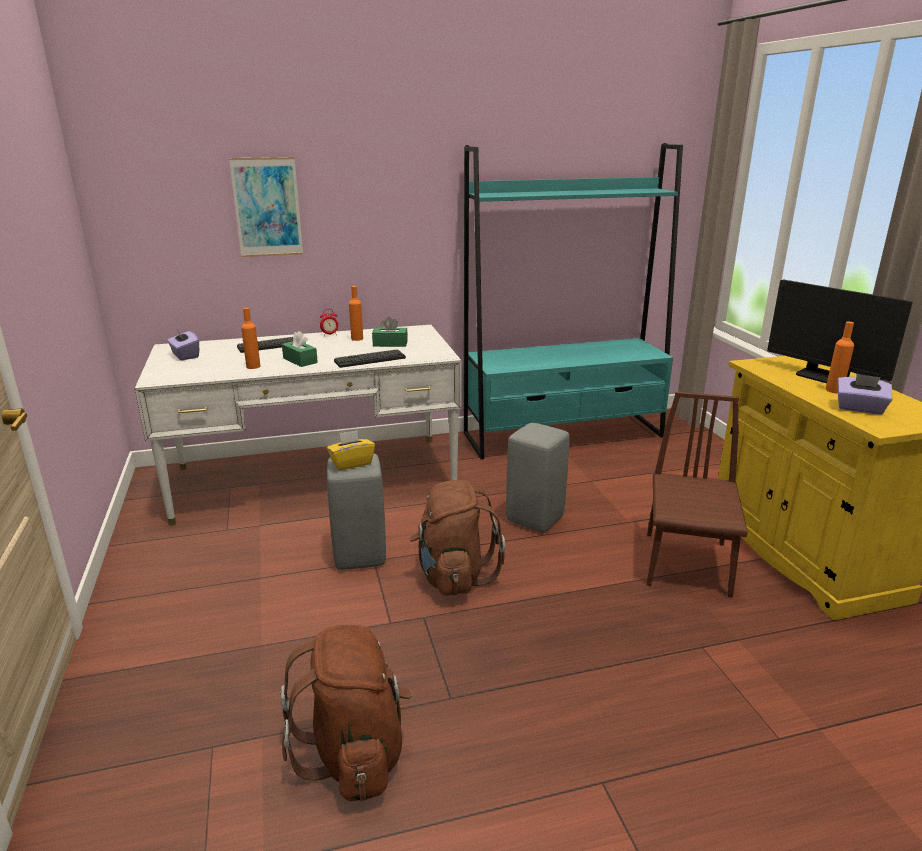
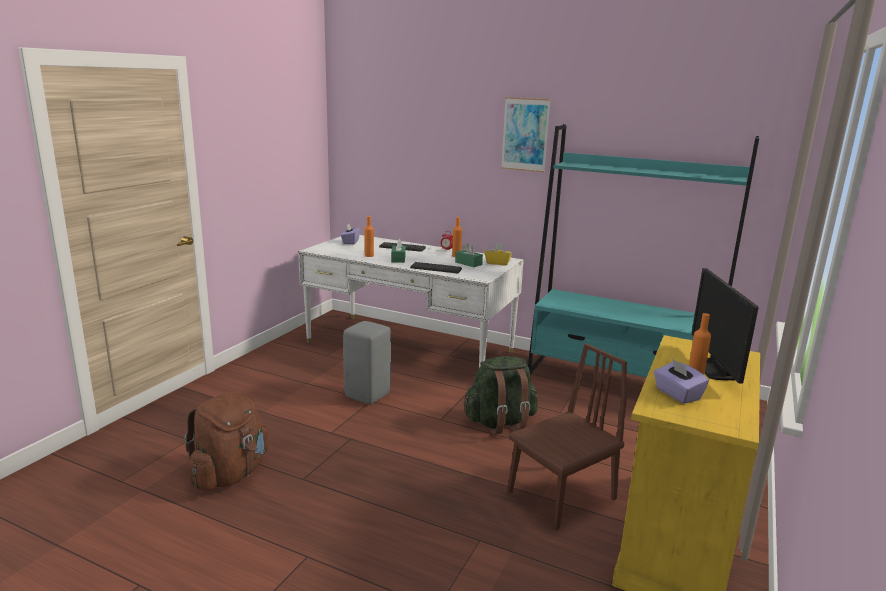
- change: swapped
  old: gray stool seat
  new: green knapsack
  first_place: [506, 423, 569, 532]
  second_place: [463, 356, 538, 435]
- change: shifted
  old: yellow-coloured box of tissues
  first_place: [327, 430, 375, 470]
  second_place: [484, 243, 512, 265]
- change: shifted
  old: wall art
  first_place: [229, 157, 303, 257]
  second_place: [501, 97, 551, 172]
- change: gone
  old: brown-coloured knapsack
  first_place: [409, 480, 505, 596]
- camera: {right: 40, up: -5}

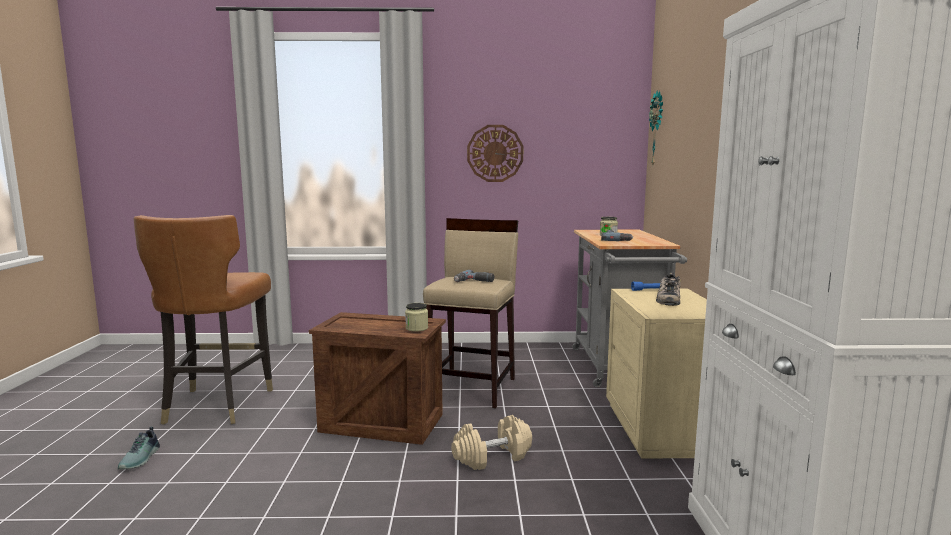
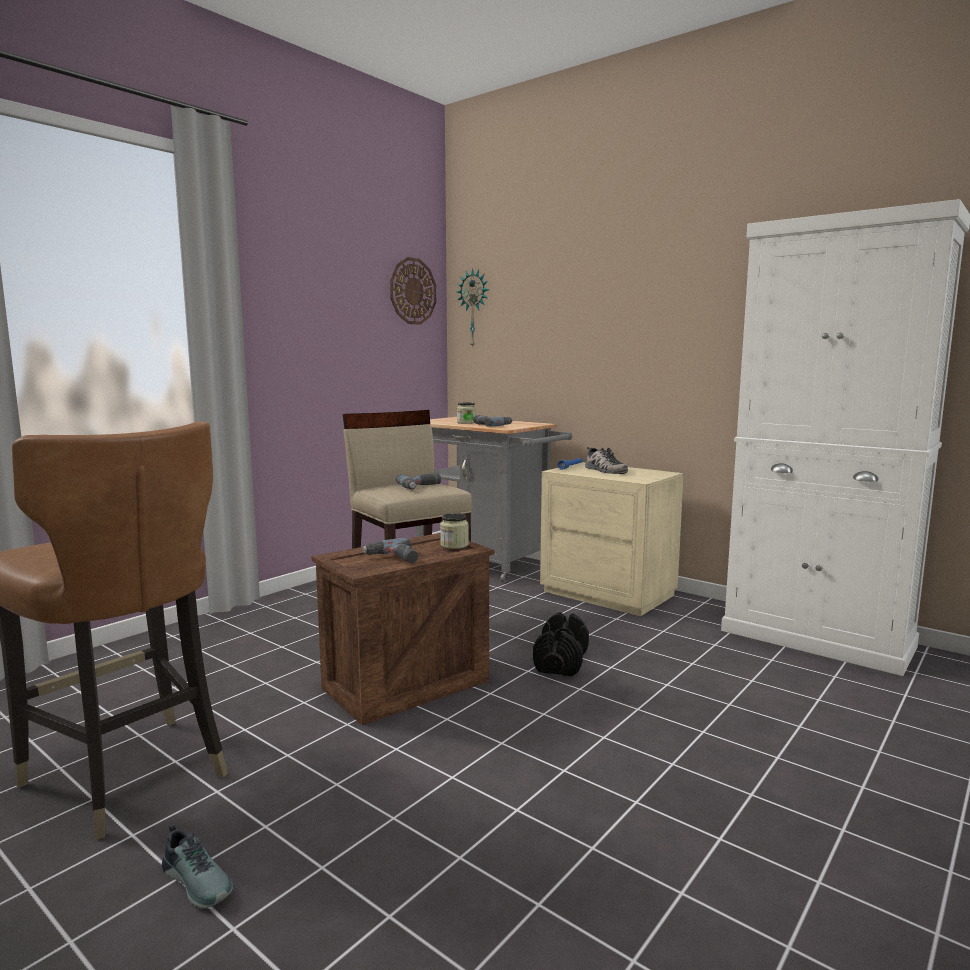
- change: new
  new: power drill
  second_place: [362, 537, 418, 563]
- change: shifted
  old: clock on the wall
  first_place: [467, 125, 523, 182]
  second_place: [390, 257, 436, 325]
- change: repainted
  old: sand-coloured free weight
  new: black-coloured free weight
  first_place: [451, 415, 532, 470]
  second_place: [533, 612, 589, 676]
- camera: {right: -50, up: 0}

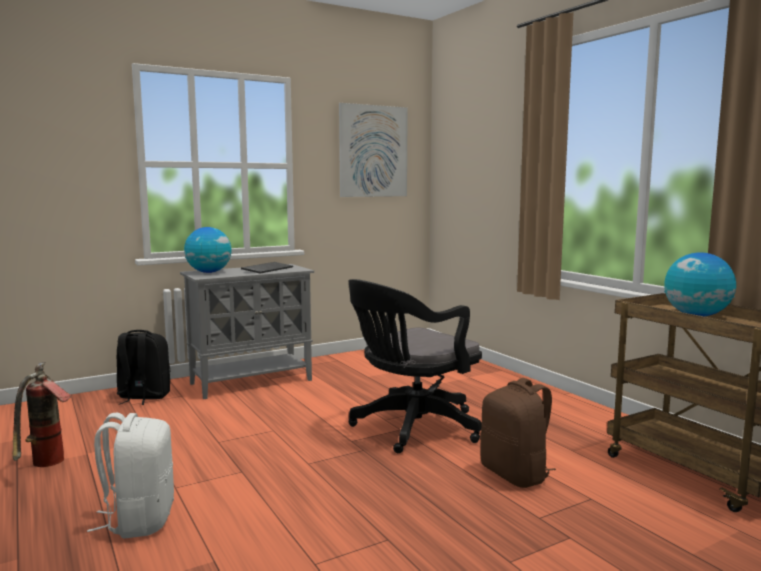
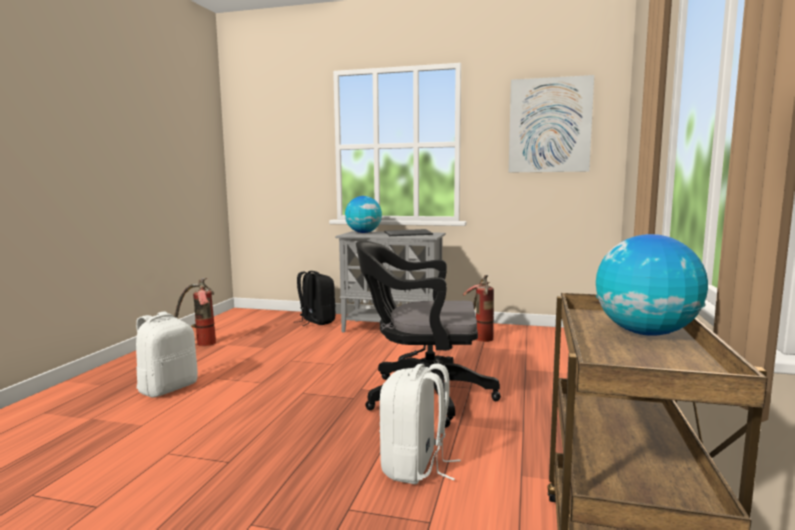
- change: repainted
  old: brown-coloured knapsack
  new: whitish knapsack
  first_place: [480, 378, 556, 488]
  second_place: [379, 363, 461, 484]
- change: new
  new: fire-fighting cylinder
  second_place: [463, 275, 494, 342]
- camera: {right: 45, up: 0}

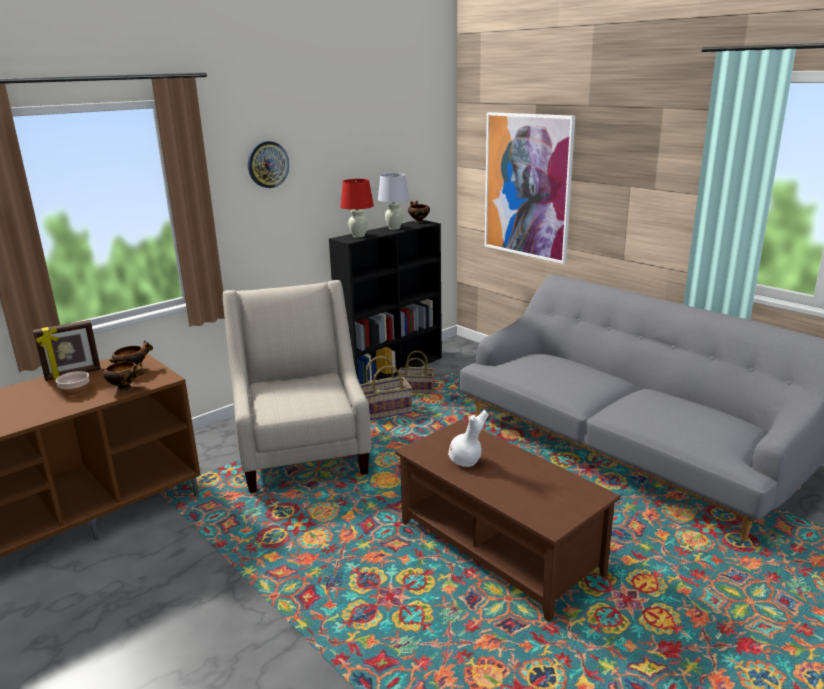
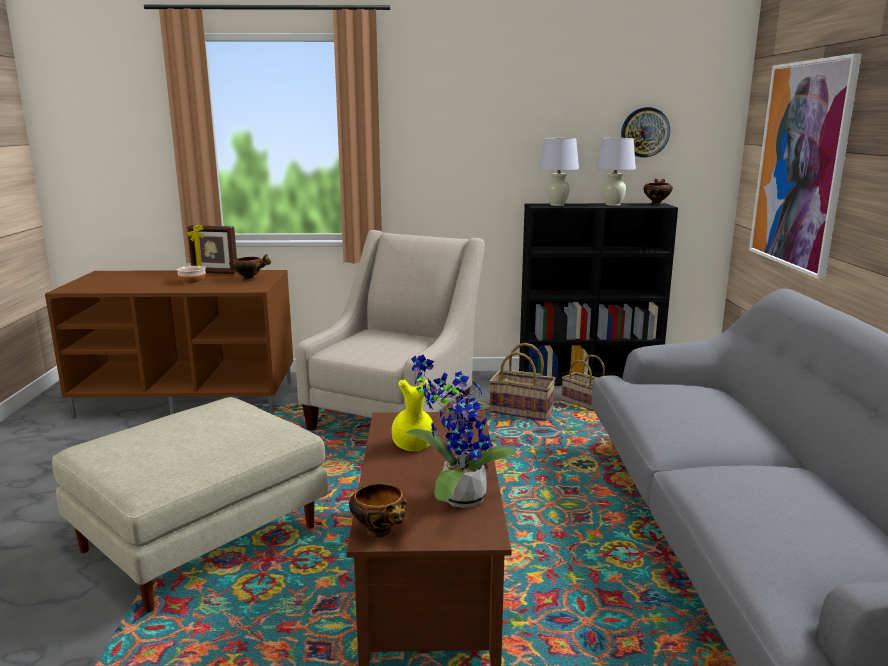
- change: new
  new: sand-coloured pouffe
  second_place: [52, 397, 328, 613]
- change: shifted
  old: serving bowl
  first_place: [103, 362, 144, 391]
  second_place: [349, 484, 407, 537]
- change: repainted
  old: whitish decorative vase
  new: yellow-coloured decorative vase
  first_place: [448, 410, 489, 467]
  second_place: [392, 379, 434, 451]
- change: new
  new: potted plant
  second_place: [406, 355, 514, 508]
- change: repainted
  old: red-coloured table lamp
  new: whitish table lamp
  first_place: [341, 179, 374, 238]
  second_place: [539, 138, 579, 206]
- change: shifted
  old: clock on the wall
  first_place: [248, 141, 289, 188]
  second_place: [621, 107, 670, 157]
- camera: {right: 40, up: -5}

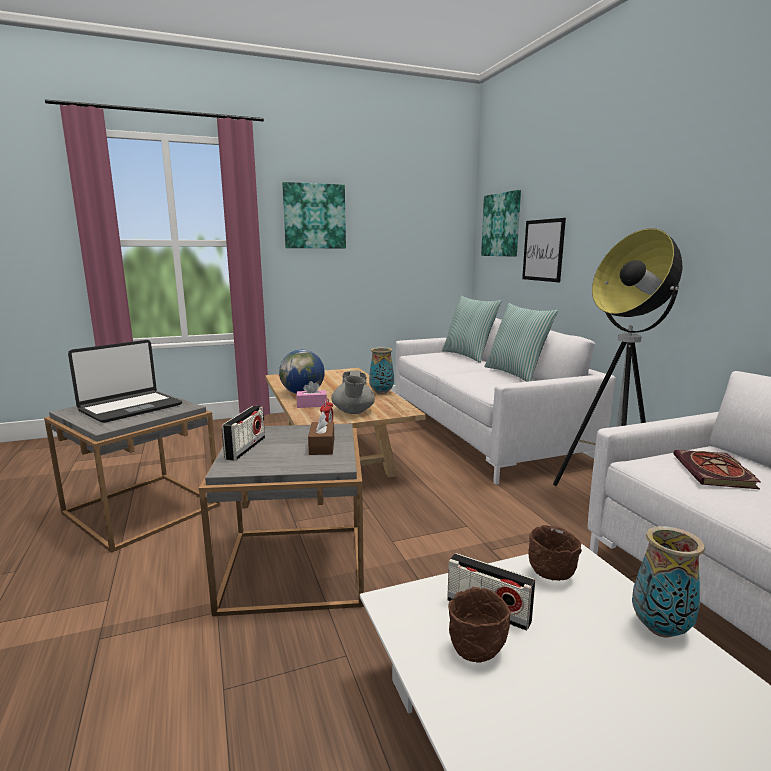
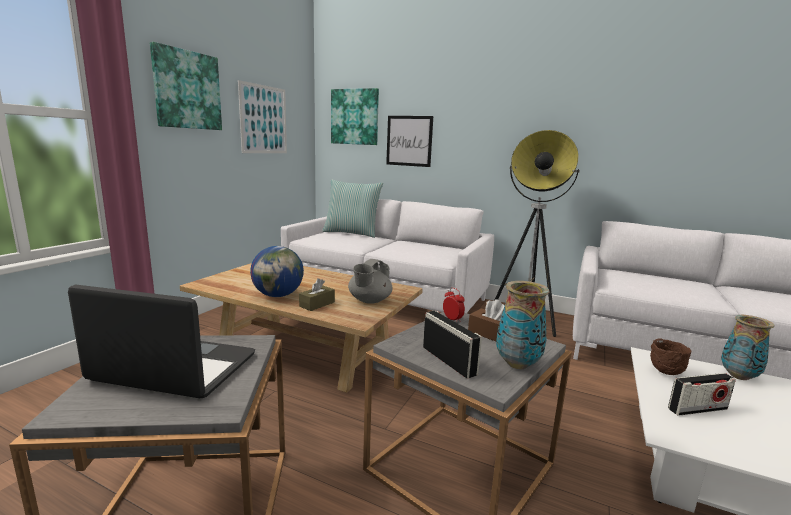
- change: rotated
  old: notebook computer
  first_place: [68, 340, 182, 423]
  second_place: [68, 285, 255, 398]
  degrees: -75
- change: new
  new: wall art
  second_place: [238, 80, 287, 153]
- change: repainted
  old: pink box of tissues
  new: brown-coloured box of tissues
  first_place: [296, 381, 327, 408]
  second_place: [299, 278, 335, 311]
- change: rotated
  old: gray pot for tea
  first_place: [331, 370, 375, 414]
  second_place: [348, 259, 393, 304]
  degrees: 75
- change: shifted
  old: decorative vase
  first_place: [369, 347, 394, 394]
  second_place: [496, 281, 549, 369]
- change: gone
  old: brown-coloured serving bowl
  first_place: [448, 587, 511, 663]
- change: gone
  old: throw pillow
  first_place: [484, 303, 558, 382]
- change: gone
  old: bound book
  first_place: [673, 450, 761, 489]
- camera: {right: -45, up: 0}

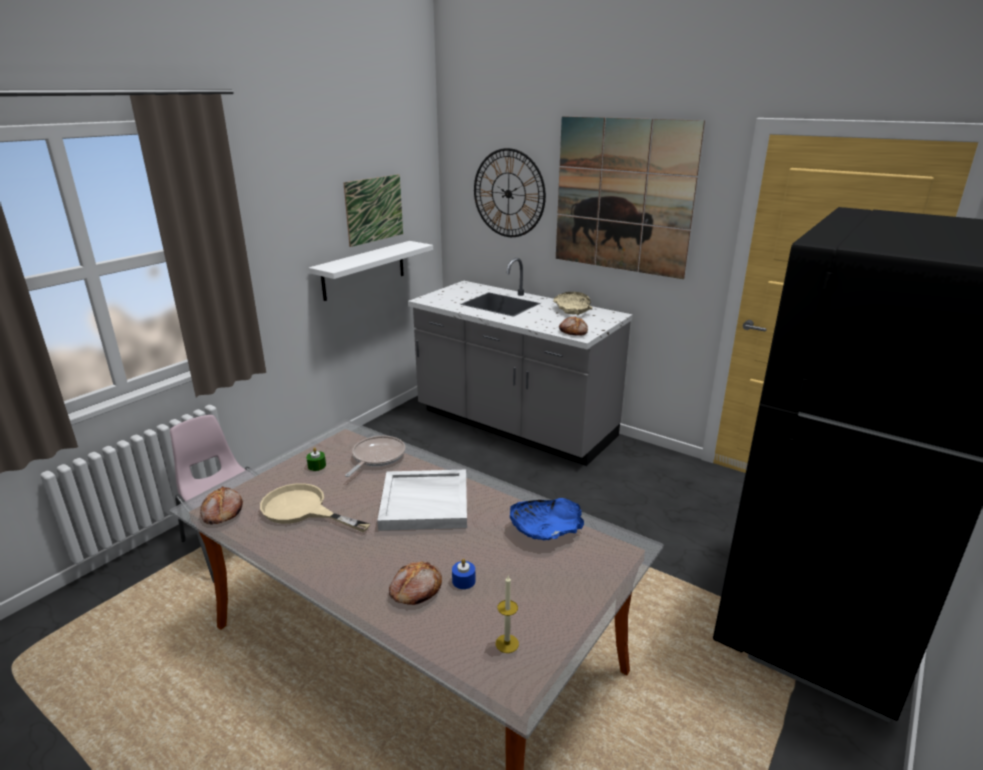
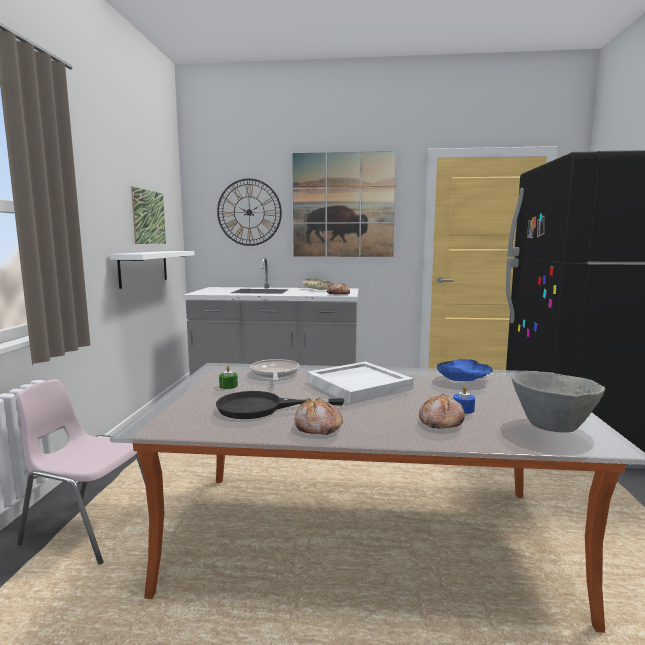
- change: repainted
  old: sand-coloured frying pan
  new: black-coloured frying pan
  first_place: [260, 483, 370, 532]
  second_place: [216, 391, 344, 419]
- change: shifted
  old: baked bread
  first_place: [200, 486, 243, 525]
  second_place: [294, 398, 343, 435]
- change: swapped
  old: wax light
  new: gray serving bowl
  first_place: [496, 576, 519, 653]
  second_place: [511, 371, 605, 433]
- camera: {right: -30, up: -15}

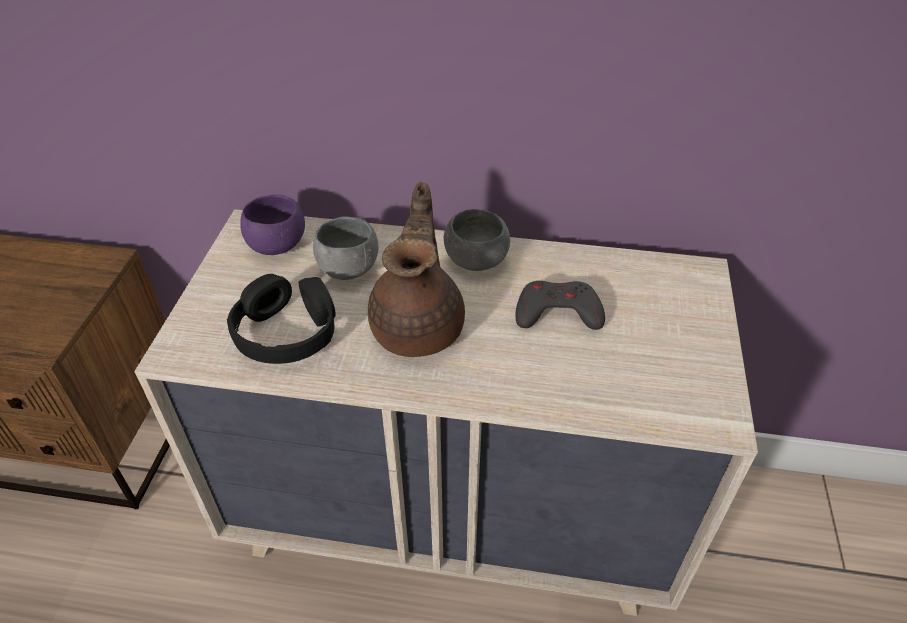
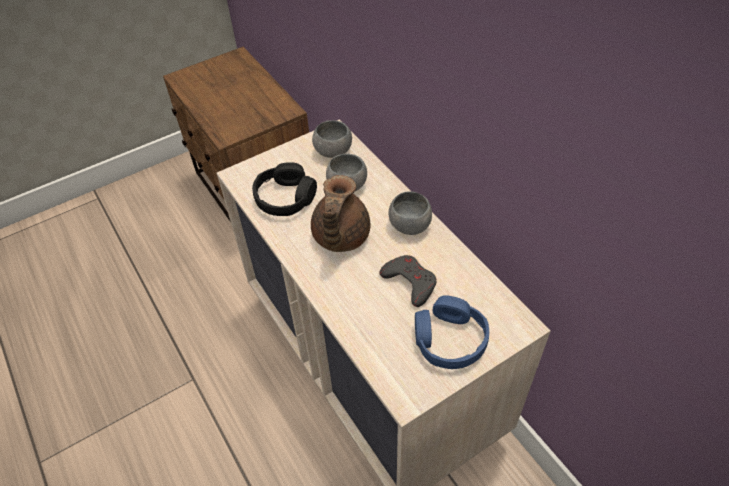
- change: rotated
  old: brown-coloured pot for tea
  first_place: [368, 182, 465, 357]
  second_place: [311, 175, 371, 252]
  degrees: 135
- change: repainted
  old: purple-coloured serving bowl
  new: gray serving bowl
  first_place: [240, 194, 305, 255]
  second_place: [312, 120, 352, 158]
- change: new
  new: bluish pair of headphones
  second_place: [415, 295, 489, 369]
- camera: {right: 50, up: 5}

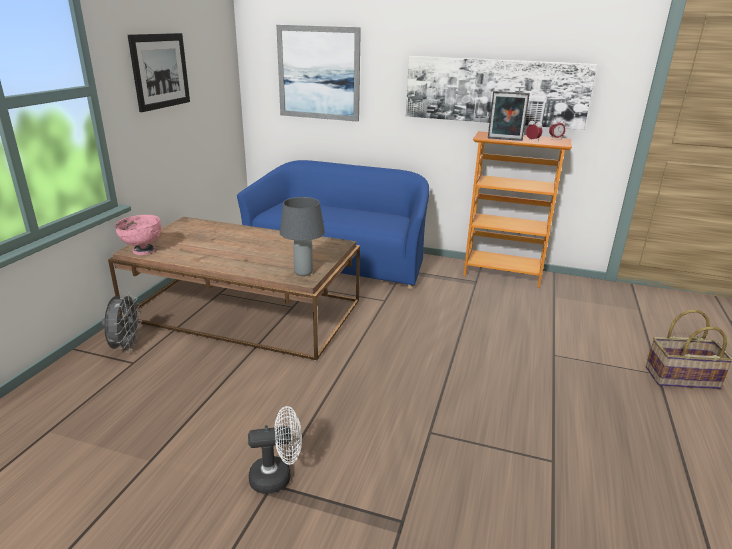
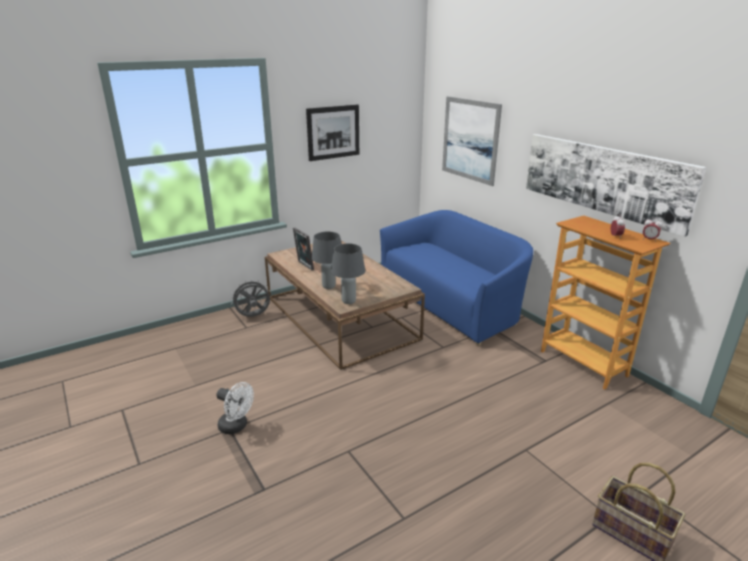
- change: rotated
  old: gray cooling fan
  first_place: [102, 292, 142, 353]
  second_place: [230, 279, 271, 317]
  degrees: -150
- change: shifted
  old: photo frame
  first_place: [488, 91, 530, 141]
  second_place: [293, 228, 314, 271]
- change: new
  new: gray table lamp
  second_place: [311, 232, 342, 289]
- change: gone
  old: pink serving bowl
  first_place: [115, 215, 162, 255]
- camera: {right: 40, up: 0}

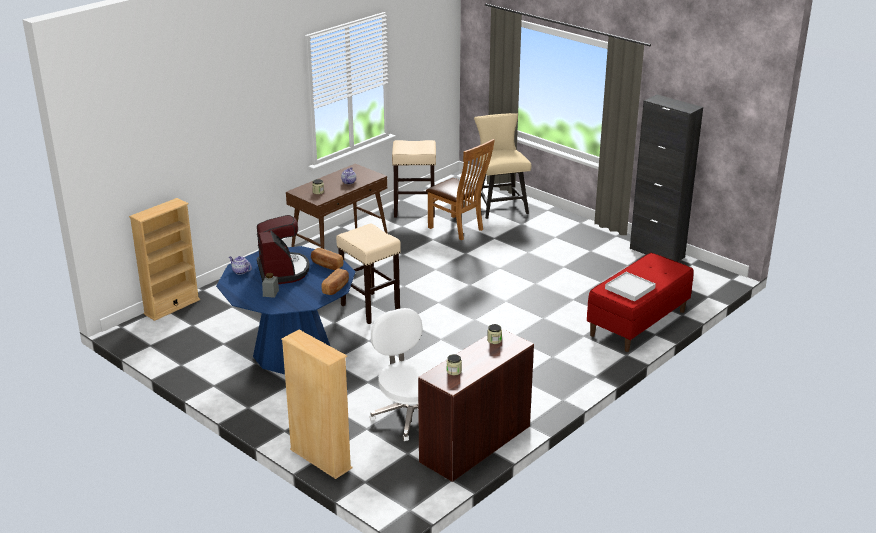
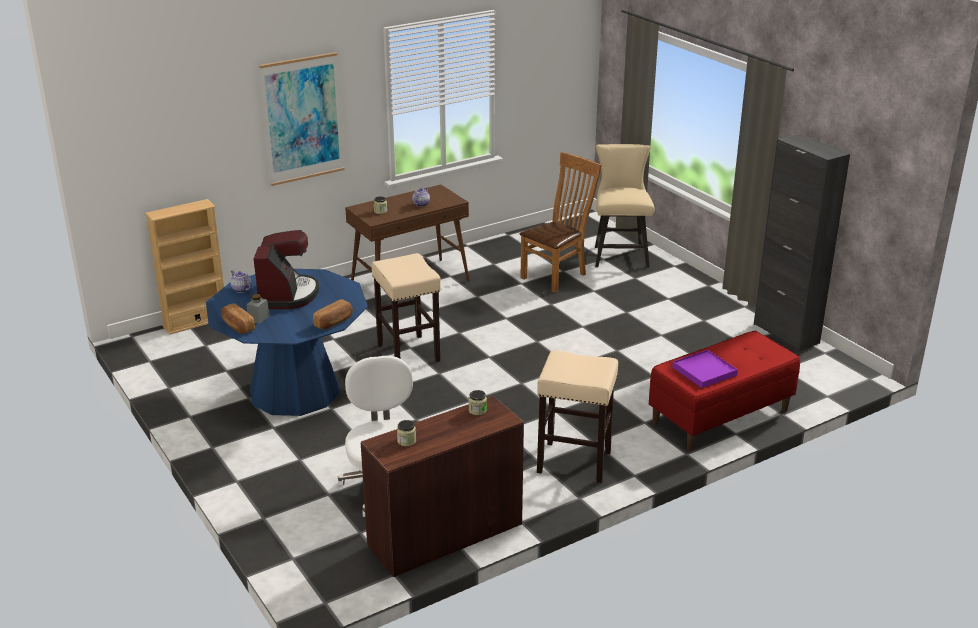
- change: shifted
  old: baked bread
  first_place: [311, 248, 343, 270]
  second_place: [221, 303, 255, 334]
- change: new
  new: wall art
  second_place: [259, 52, 345, 186]
- change: rotated
  old: brown-coloured chair
  first_place: [426, 139, 495, 241]
  second_place: [520, 152, 602, 293]
  degrees: -105
- change: shifted
  old: sand-coloured stool seat
  first_place: [392, 140, 436, 218]
  second_place: [537, 350, 618, 483]
- change: repainted
  old: whitish carrying tray
  new: purple-coloured carrying tray
  first_place: [605, 272, 656, 302]
  second_place: [673, 350, 738, 388]
- change: gone
  old: sand-coloured shelving unit
  first_place: [281, 330, 353, 479]
- camera: {right: 15, up: 0}

